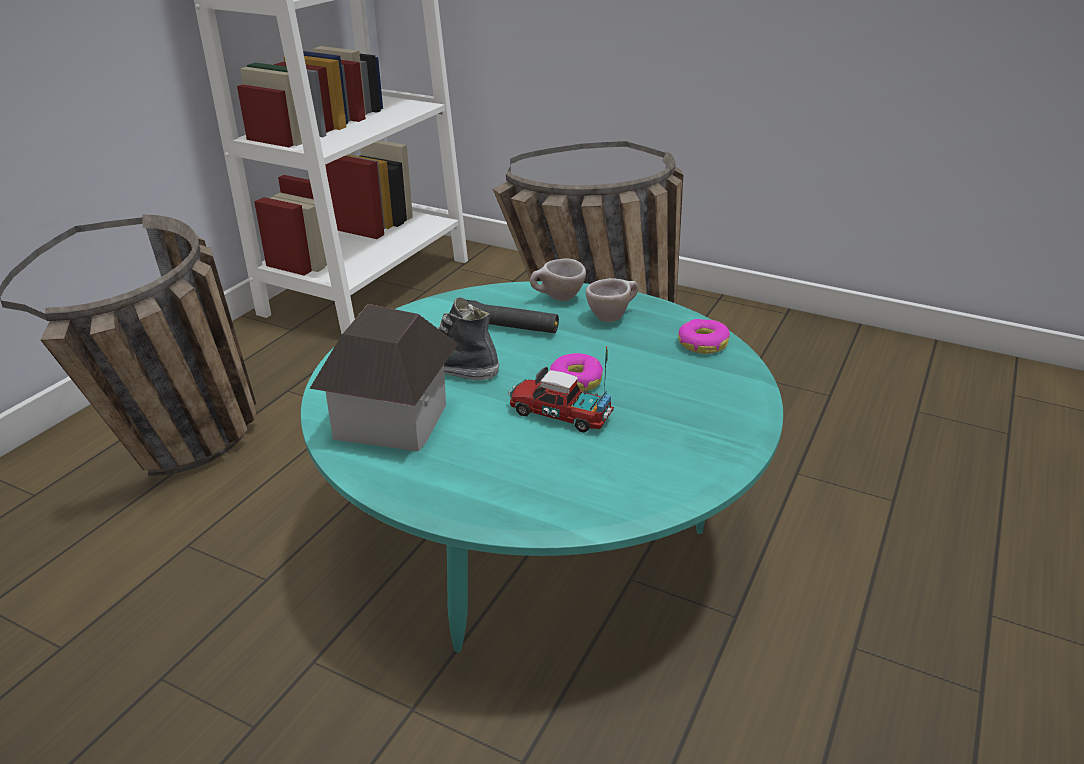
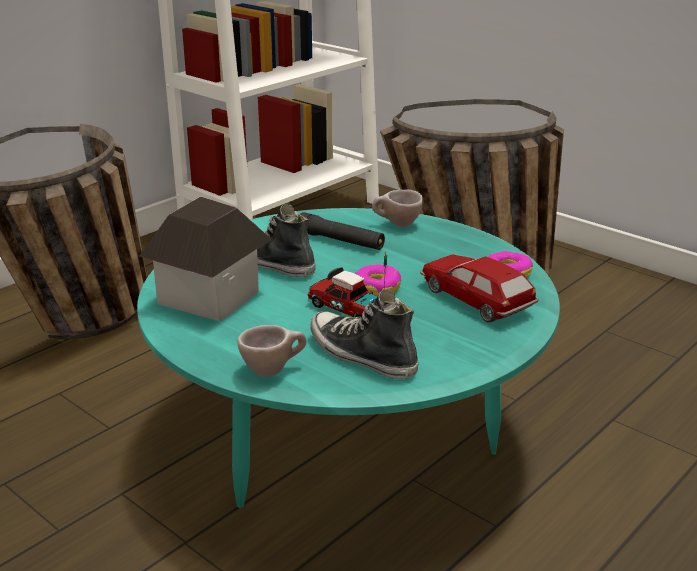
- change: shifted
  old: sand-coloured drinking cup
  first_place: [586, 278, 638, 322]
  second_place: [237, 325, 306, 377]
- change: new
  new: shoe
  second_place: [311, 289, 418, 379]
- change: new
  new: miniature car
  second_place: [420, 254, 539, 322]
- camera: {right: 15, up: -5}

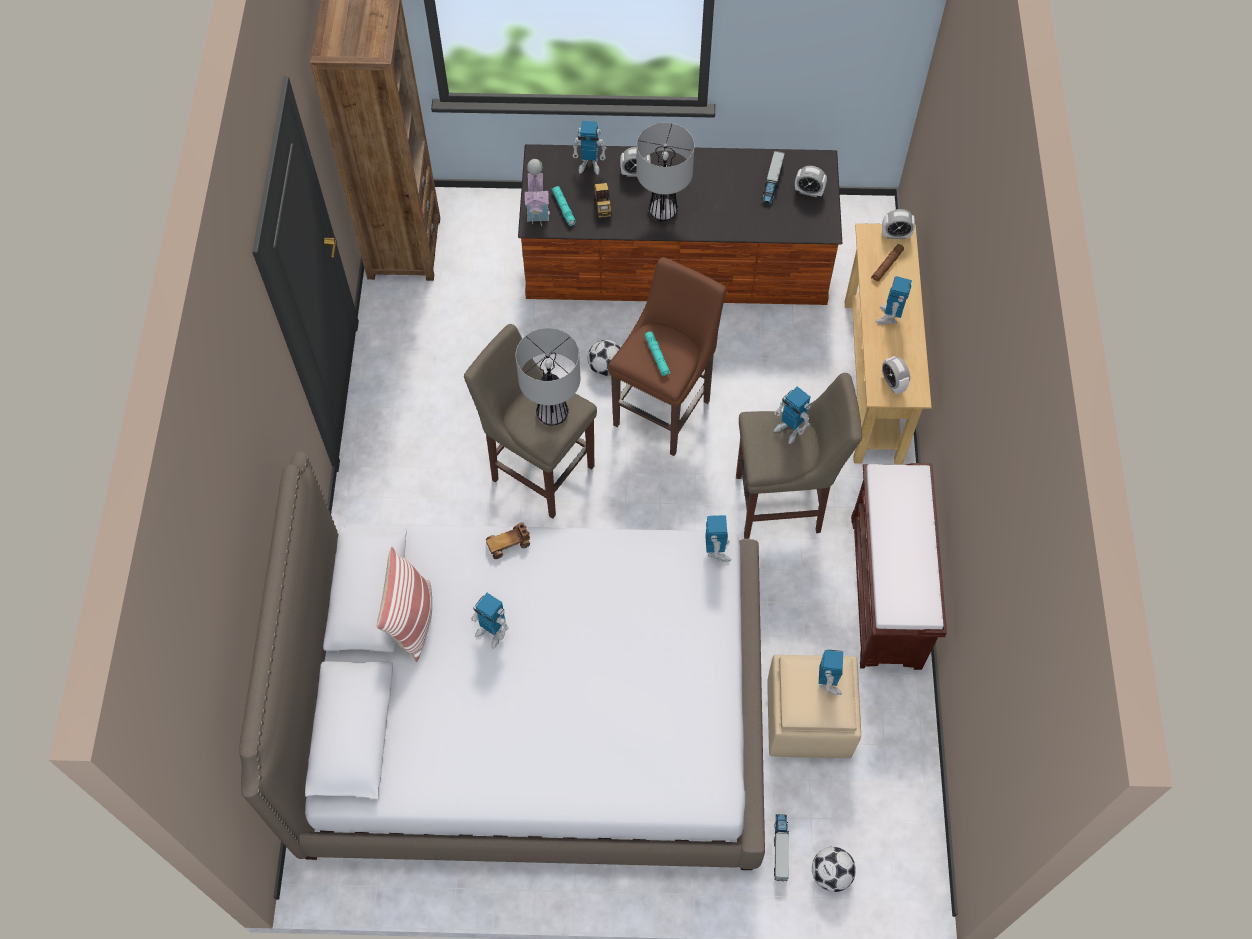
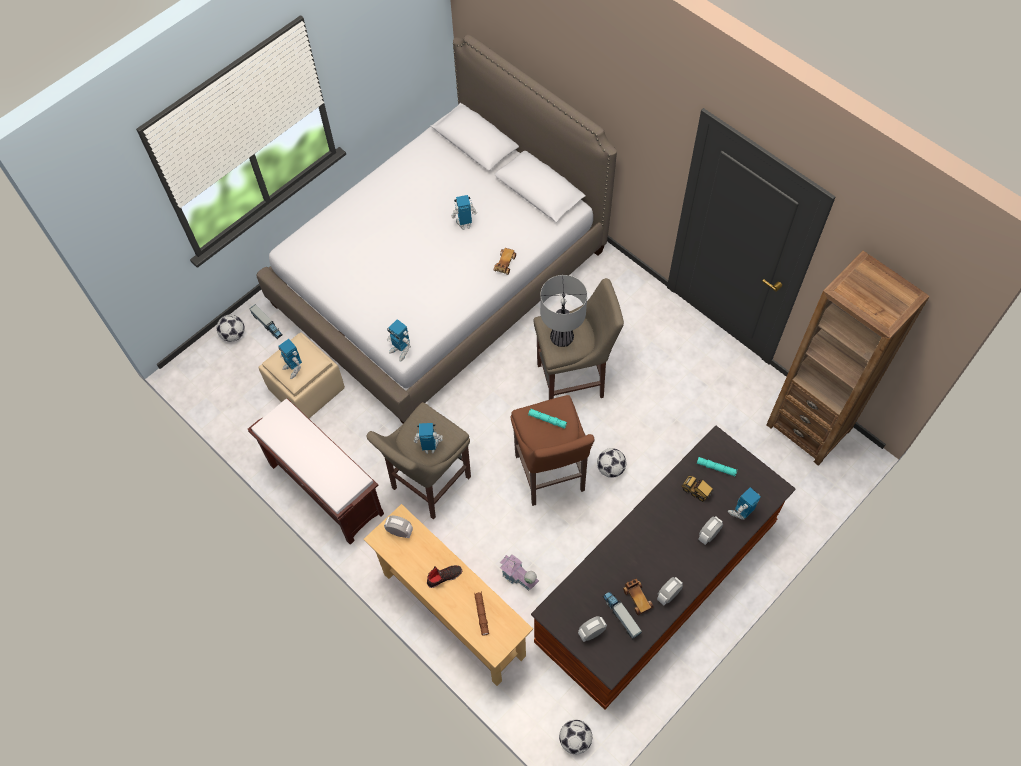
- change: swapped
  old: toy robot
  new: black-coloured shoe
  first_place: [875, 276, 912, 325]
  second_place: [427, 565, 462, 588]
- change: shifted
  old: toy house
  first_place: [525, 159, 550, 226]
  second_place: [500, 554, 539, 591]
- change: new
  new: ball for football
  second_place: [559, 720, 592, 754]
- change: new
  new: miniature car
  second_place: [623, 579, 654, 615]
- change: shifted
  old: alarm clock
  first_place: [882, 209, 915, 239]
  second_place: [657, 577, 683, 606]
- change: gone
  old: throw pillow
  first_place: [377, 547, 432, 662]
- change: gone
  old: table lamp
  first_place: [636, 123, 695, 222]
- camera: {right: 135, up: 0}

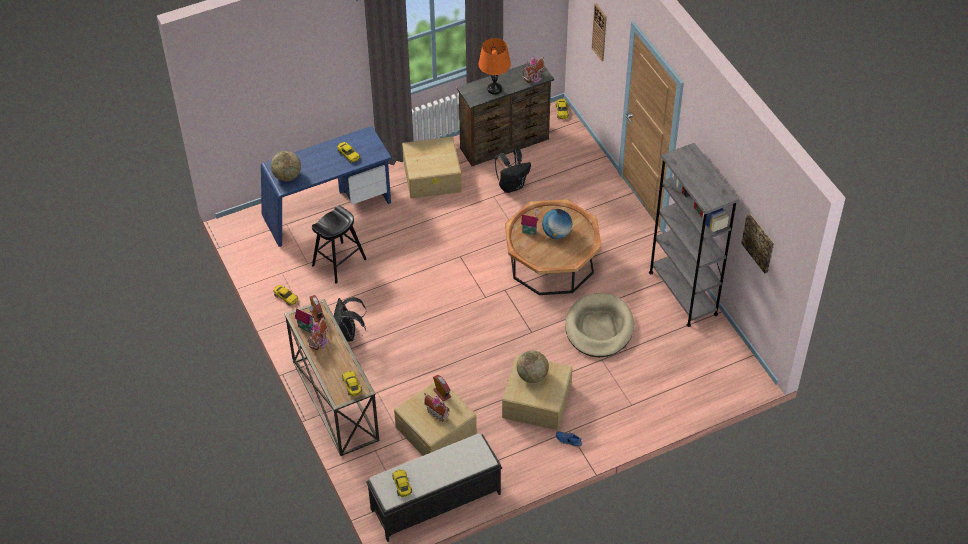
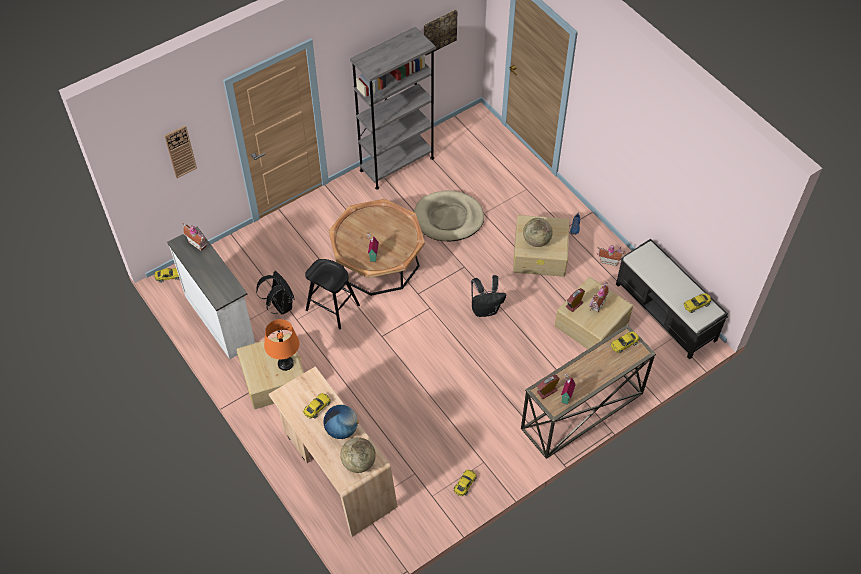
- change: repainted
  old: brown-coloured drawer chest
  new: whitish drawer chest
  first_place: [457, 60, 554, 166]
  second_place: [167, 227, 255, 359]
- change: shifted
  old: orangey table lamp
  first_place: [478, 38, 511, 94]
  second_place: [264, 319, 299, 371]
- change: repainted
  old: bluish desk table
  new: sand-coloured desk table
  first_place: [261, 126, 391, 247]
  second_place: [269, 366, 398, 537]
- change: shifted
  old: black-coloured stool seat
  first_place: [312, 206, 367, 284]
  second_place: [305, 259, 360, 329]
- change: shifted
  old: globe
  first_place: [542, 209, 572, 239]
  second_place: [323, 405, 359, 439]
- change: shifted
  old: black-coloured knapsack
  first_place: [334, 297, 367, 341]
  second_place: [471, 275, 506, 317]
- change: shifted
  old: toy house
  first_place: [307, 317, 329, 350]
  second_place: [597, 245, 626, 266]
- camera: {right: -100, up: 5}

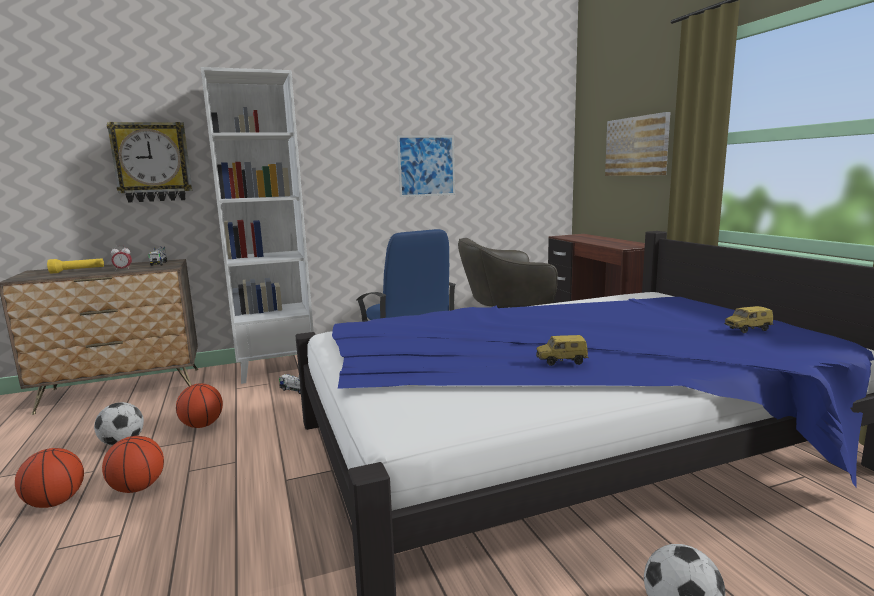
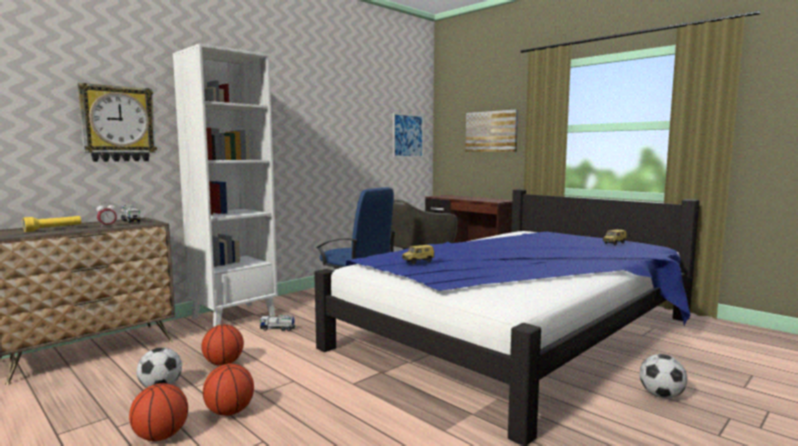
- change: shifted
  old: wall art
  first_place: [397, 135, 455, 197]
  second_place: [393, 113, 424, 157]
- change: shifted
  old: miniature car
  first_place: [536, 335, 588, 366]
  second_place: [402, 245, 435, 264]
- camera: {right: -25, up: -5}

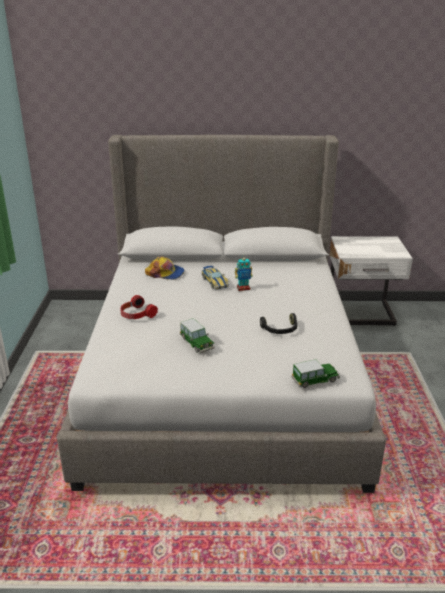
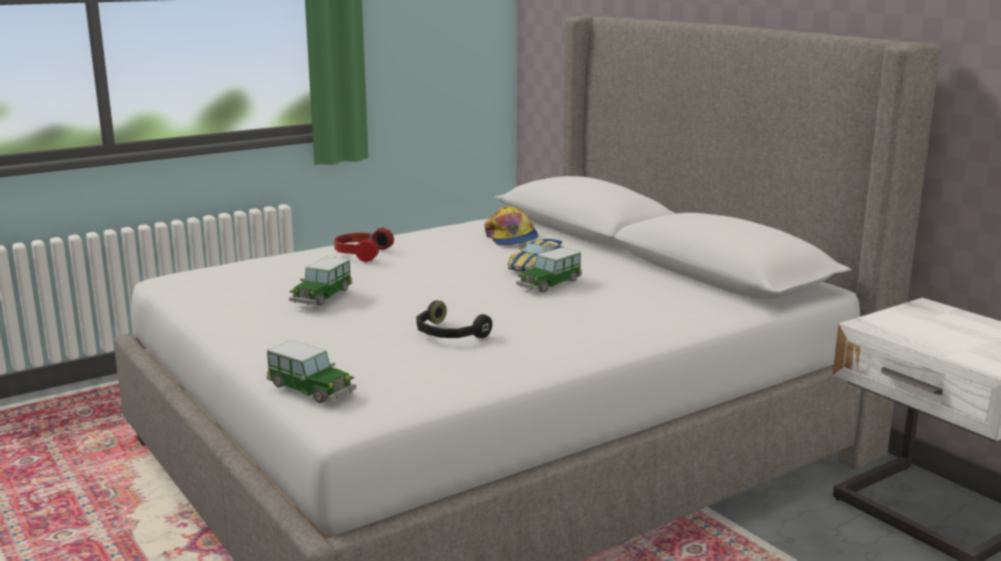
- change: swapped
  old: toy robot
  new: miniature car
  first_place: [235, 255, 253, 291]
  second_place: [516, 247, 582, 292]
- camera: {right: 55, up: -10}

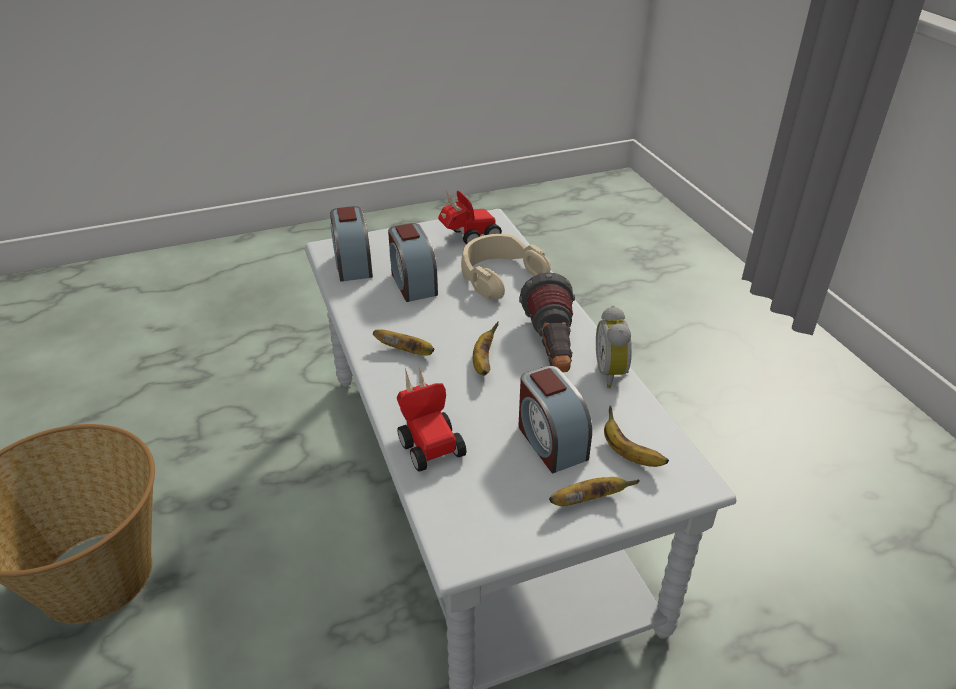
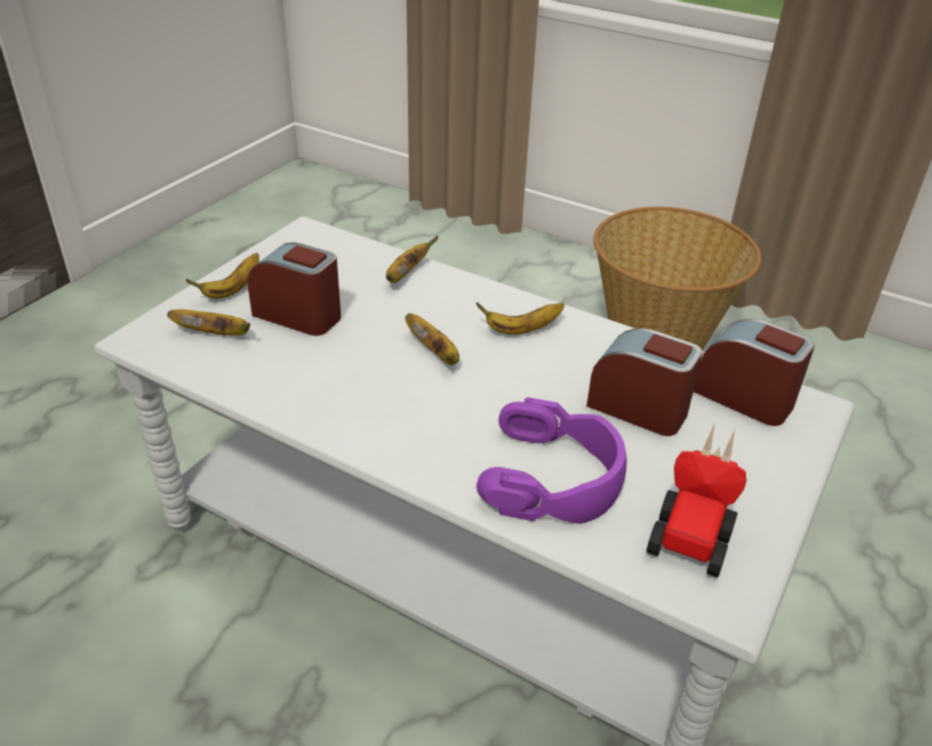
- change: swapped
  old: miniature car
  new: banana fruit
  first_place: [397, 364, 467, 472]
  second_place: [386, 236, 438, 283]
- change: repainted
  old: sand-coloured pair of headphones
  new: purple-coloured pair of headphones
  first_place: [461, 234, 551, 300]
  second_place: [476, 397, 627, 524]
- change: gone
  old: torch
  first_place: [519, 272, 575, 372]
- change: gone
  old: alarm clock
  first_place: [596, 306, 632, 388]
- camera: {right: 140, up: 0}

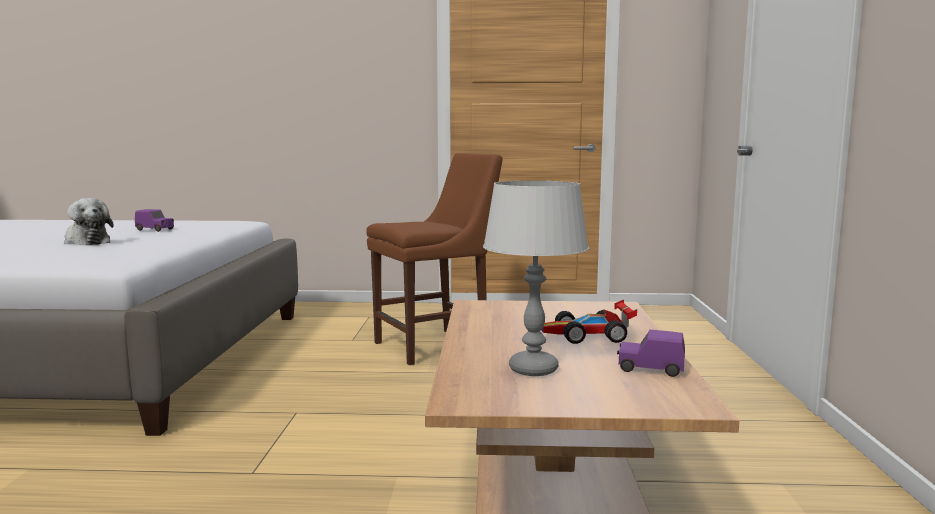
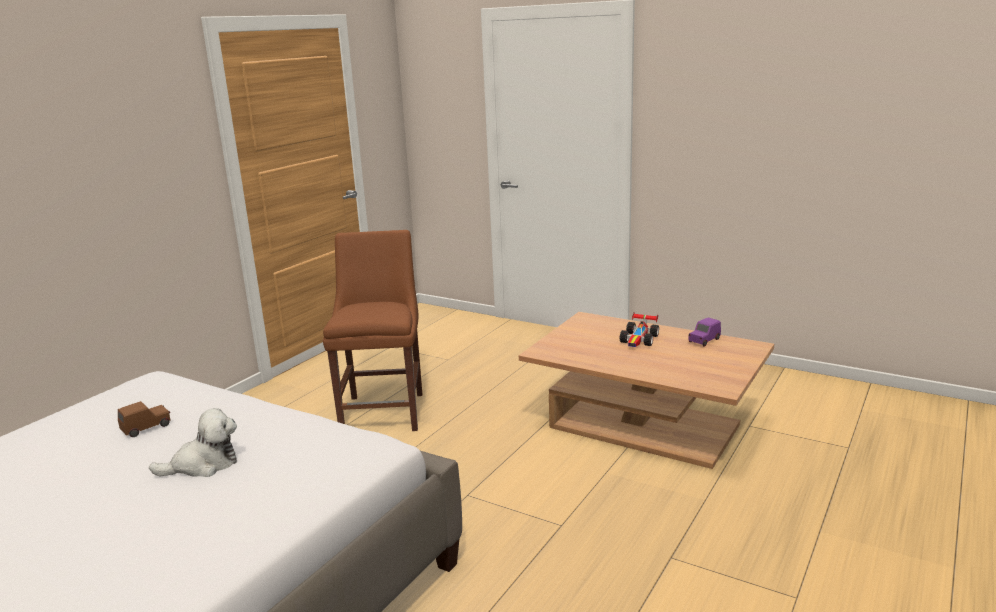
- change: repainted
  old: purple-coloured miniature car
  new: brown-coloured miniature car
  first_place: [135, 209, 174, 232]
  second_place: [118, 401, 171, 437]
- change: gone
  old: gray table lamp
  first_place: [483, 181, 589, 376]
- camera: {right: -60, up: 10}

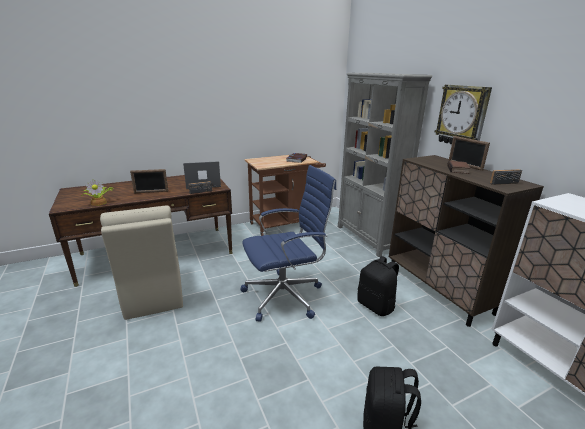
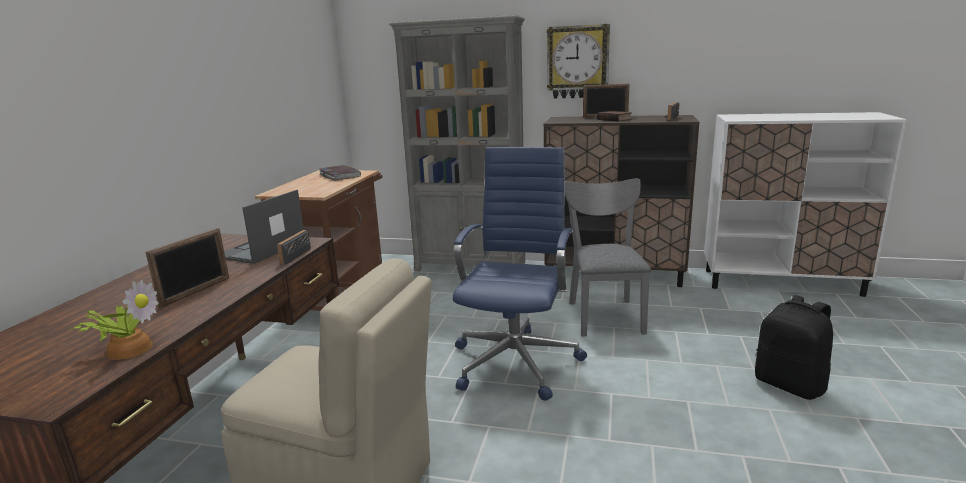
- change: swapped
  old: black-coloured knapsack
  new: gray chair
  first_place: [357, 256, 399, 316]
  second_place: [565, 178, 651, 337]
- camera: {right: -50, up: -5}

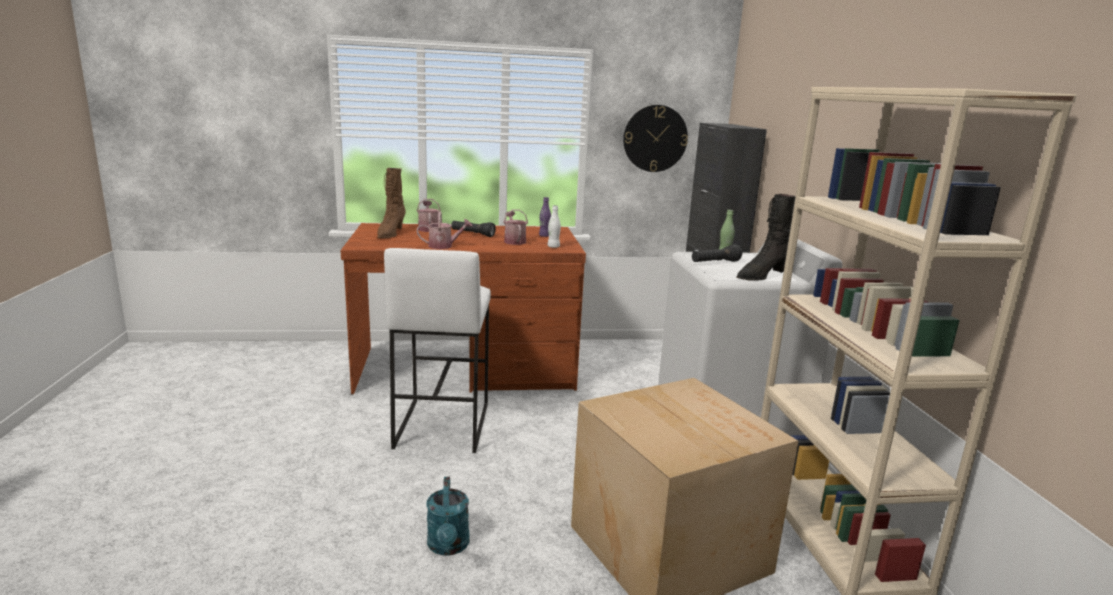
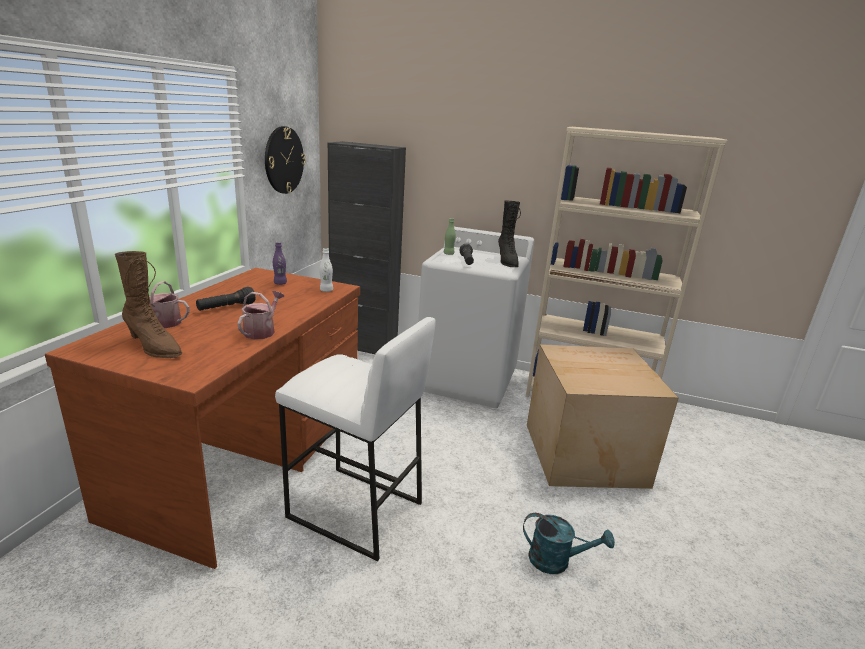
- change: gone
  old: sprinkling can
  first_place: [503, 210, 528, 245]
- camera: {right: -65, up: 5}

